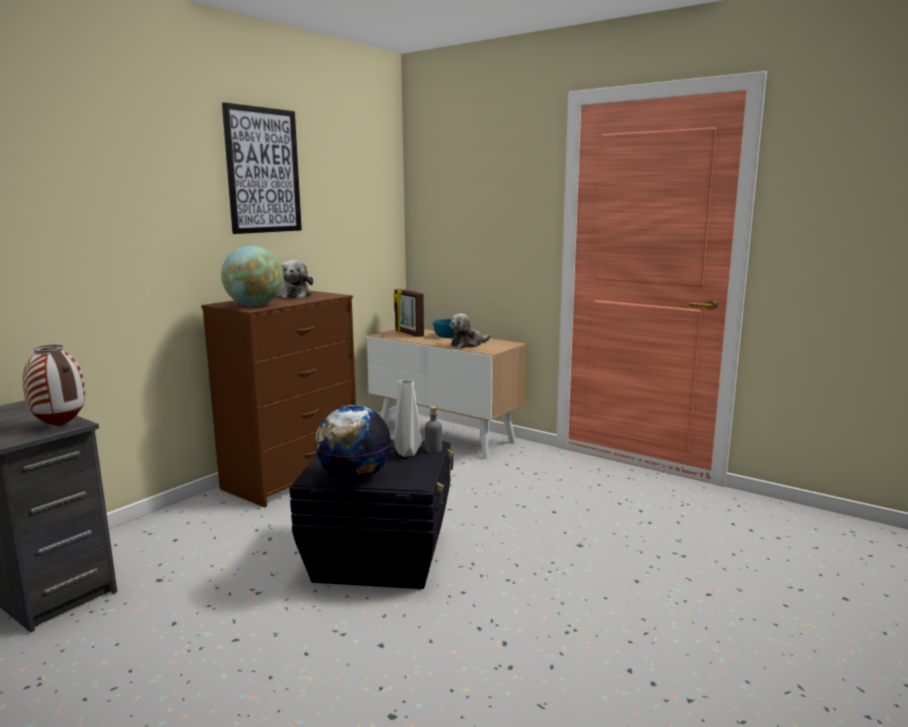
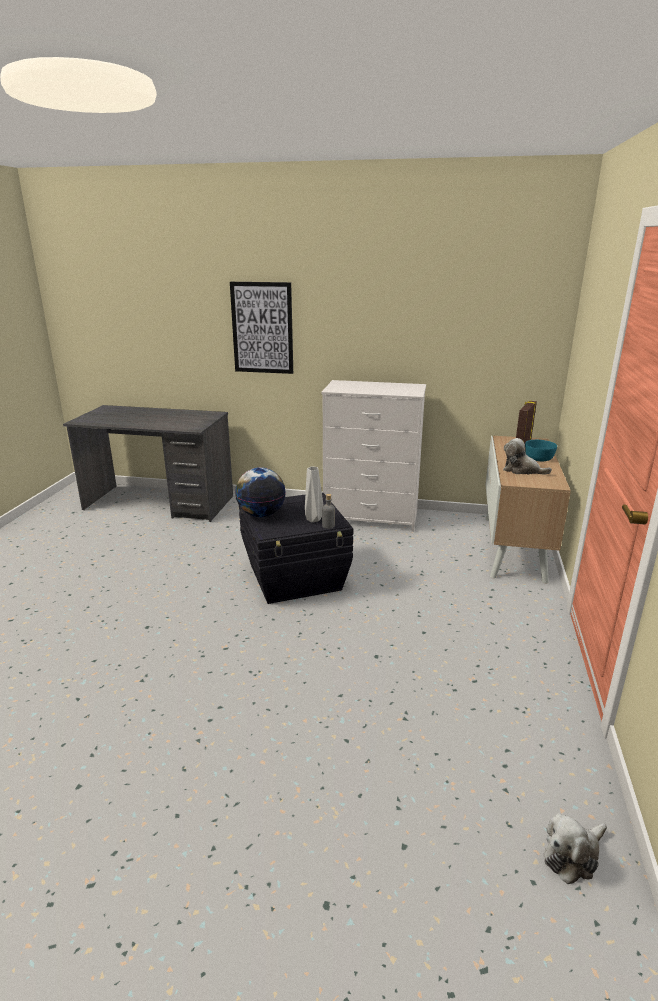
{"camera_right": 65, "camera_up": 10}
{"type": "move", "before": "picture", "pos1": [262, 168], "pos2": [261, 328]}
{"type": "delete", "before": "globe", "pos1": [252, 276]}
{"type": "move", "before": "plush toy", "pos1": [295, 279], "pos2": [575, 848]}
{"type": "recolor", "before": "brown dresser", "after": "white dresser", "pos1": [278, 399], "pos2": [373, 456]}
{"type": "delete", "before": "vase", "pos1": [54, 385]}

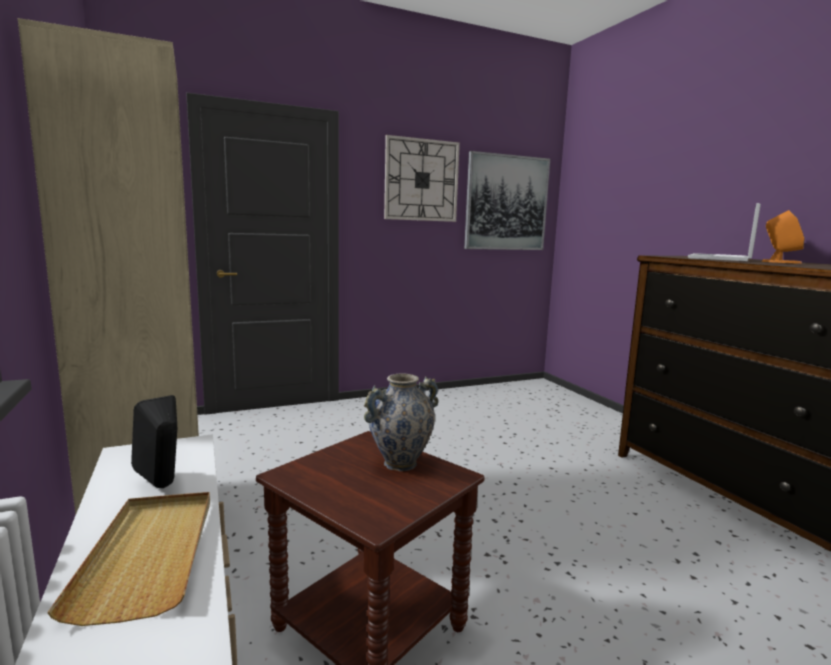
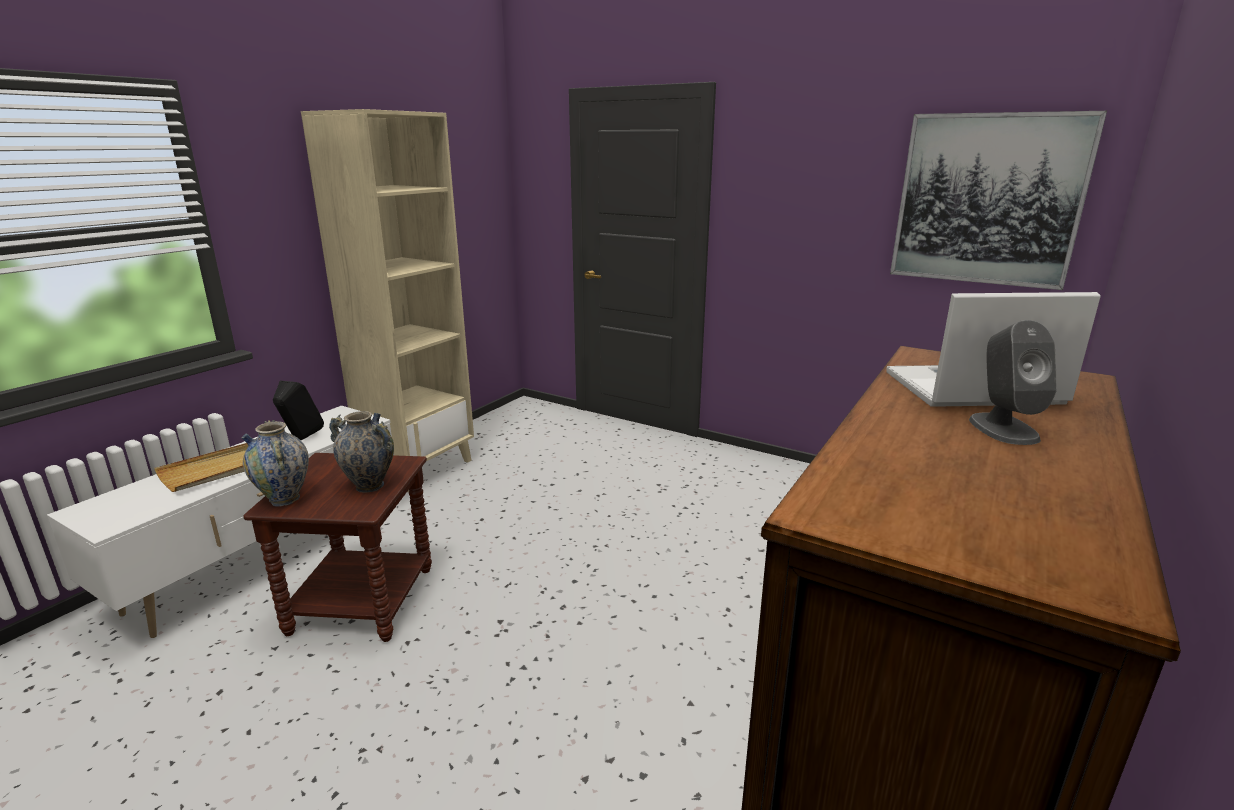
{"camera_right": 55, "camera_up": 10}
{"type": "delete", "before": "wall clock", "pos1": [422, 178]}
{"type": "recolor", "before": "orange speaker", "after": "grey speaker", "pos1": [783, 237], "pos2": [1013, 382]}
{"type": "insert", "after": "vase", "pos2": [275, 463]}

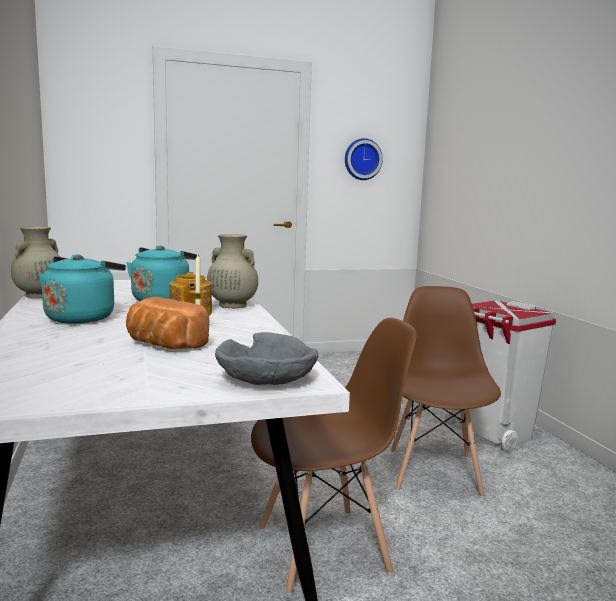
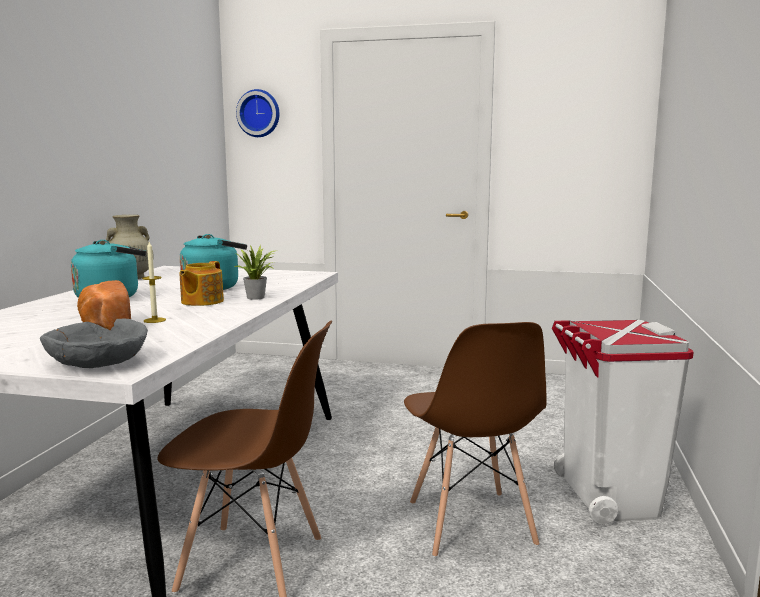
{"camera_right": 30, "camera_up": 0}
{"type": "move", "before": "wall clock", "pos1": [364, 159], "pos2": [257, 113]}
{"type": "replace", "before": "beige vase", "after": "potted plant", "pos1": [232, 271], "pos2": [255, 272]}
{"type": "rotate", "before": "brown chair", "pos1": [445, 391], "pos2": [475, 440], "turn": 135}

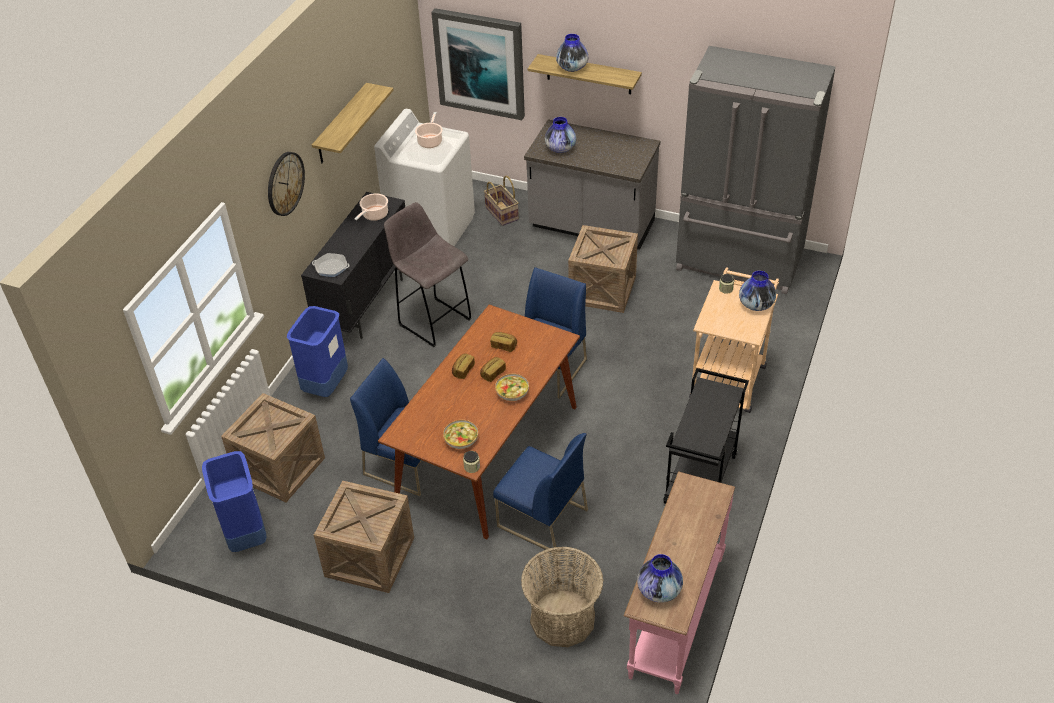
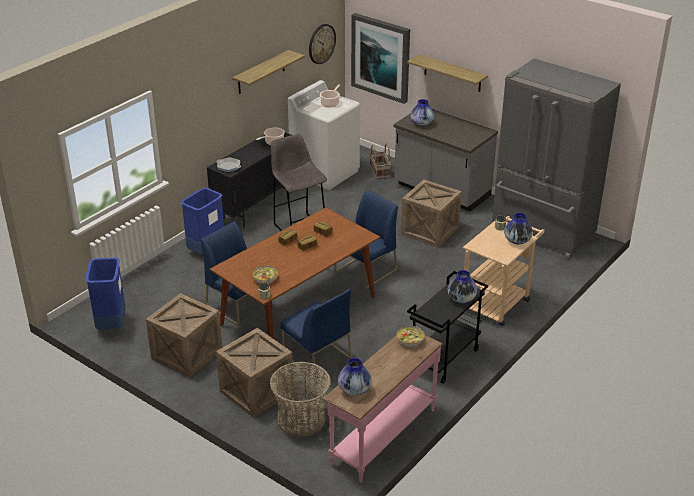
{"camera_right": 15, "camera_up": -10}
{"type": "move", "before": "vase", "pos1": [572, 53], "pos2": [462, 286]}
{"type": "move", "before": "wall clock", "pos1": [286, 184], "pos2": [322, 44]}
{"type": "move", "before": "bowl", "pos1": [512, 387], "pos2": [410, 336]}
{"type": "move", "before": "crate", "pos1": [273, 447], "pos2": [254, 373]}

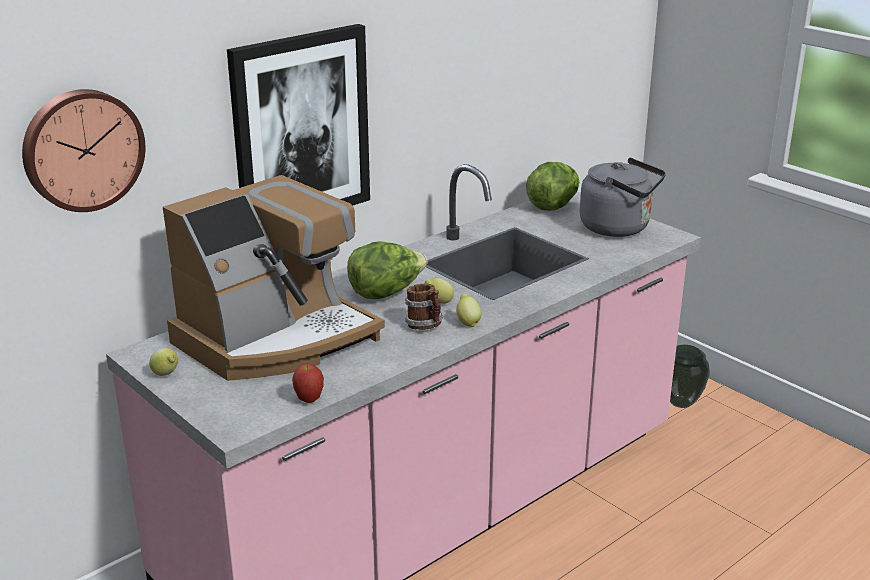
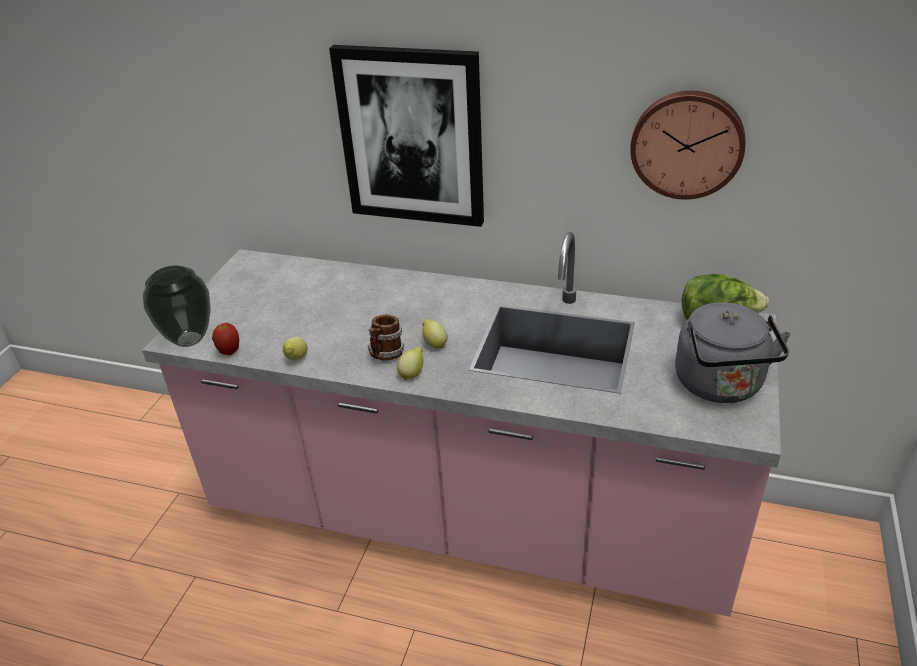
{"camera_right": 60, "camera_up": 10}
{"type": "move", "before": "wall clock", "pos1": [83, 150], "pos2": [687, 145]}
{"type": "delete", "before": "coffee machine", "pos1": [274, 278]}
{"type": "delete", "before": "lettuce", "pos1": [387, 270]}
{"type": "move", "before": "vase", "pos1": [690, 376], "pos2": [177, 306]}
{"type": "move", "before": "lemon", "pos1": [163, 362], "pos2": [295, 348]}

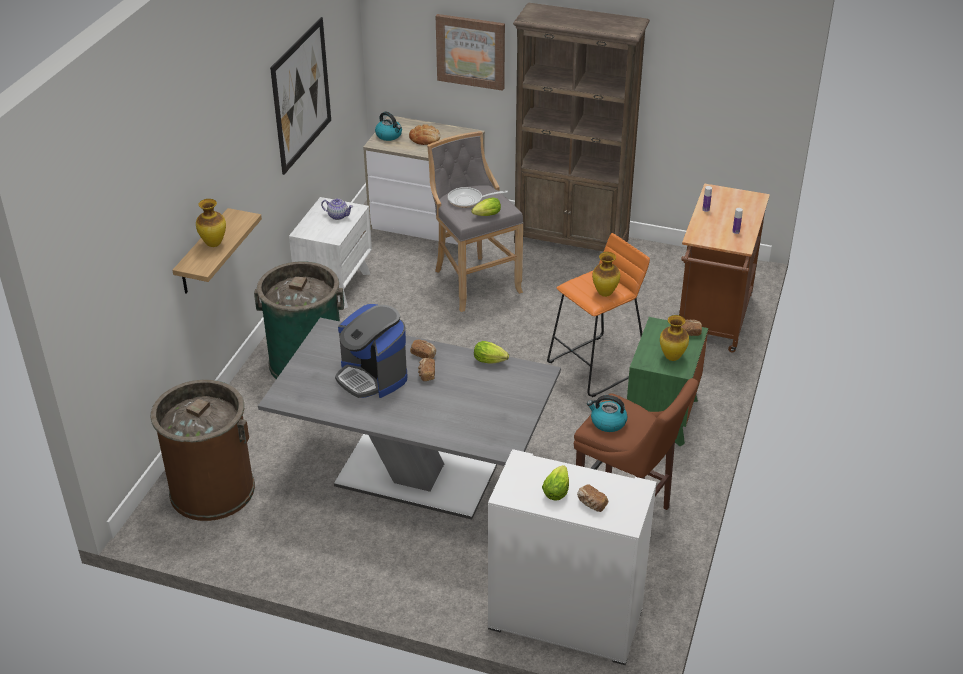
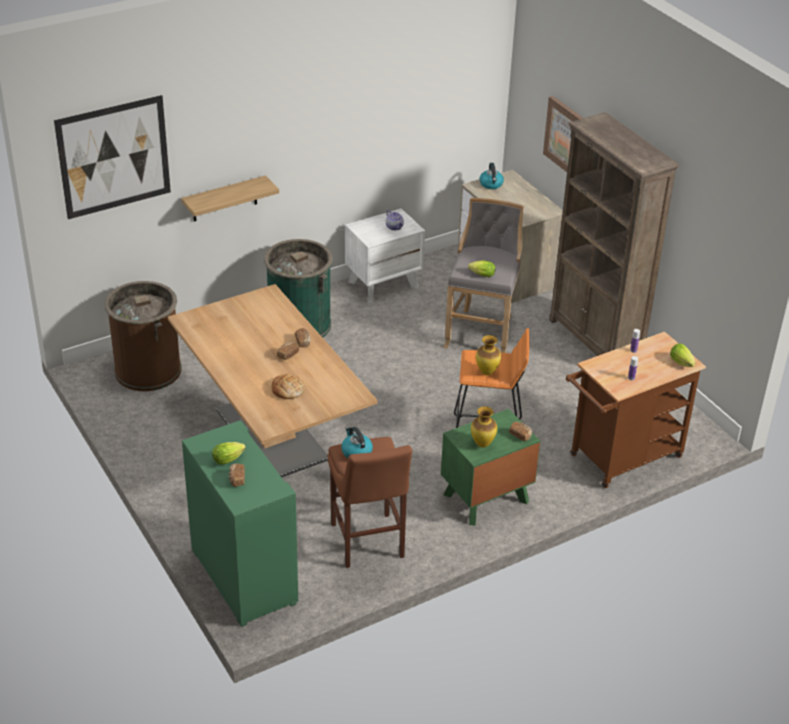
{"camera_right": 40, "camera_up": 0}
{"type": "move", "before": "picture", "pos1": [300, 96], "pos2": [112, 157]}
{"type": "move", "before": "bread", "pos1": [424, 134], "pos2": [288, 386]}
{"type": "delete", "before": "frying pan", "pos1": [478, 197]}
{"type": "delete", "before": "vase", "pos1": [211, 223]}
{"type": "delete", "before": "coffee machine", "pos1": [371, 351]}
{"type": "recolor", "before": "grey dining table", "after": "brown dining table", "pos1": [409, 419], "pos2": [273, 380]}
{"type": "move", "before": "lettuce", "pos1": [491, 352], "pos2": [682, 355]}
{"type": "recolor", "before": "white cabinet", "after": "green cabinet", "pos1": [572, 557], "pos2": [240, 524]}

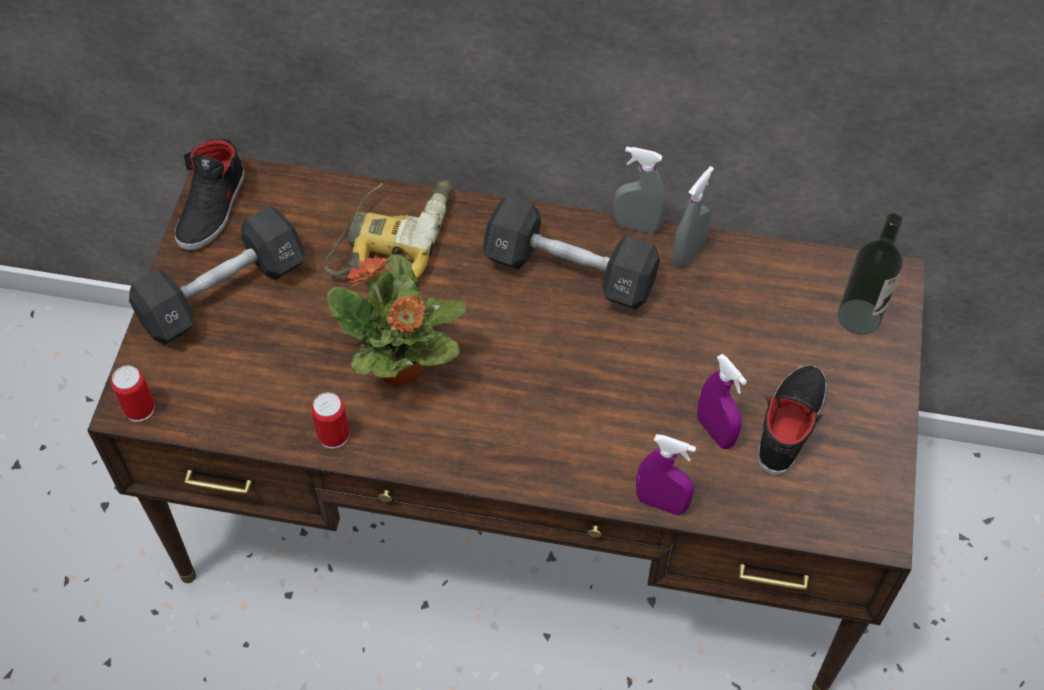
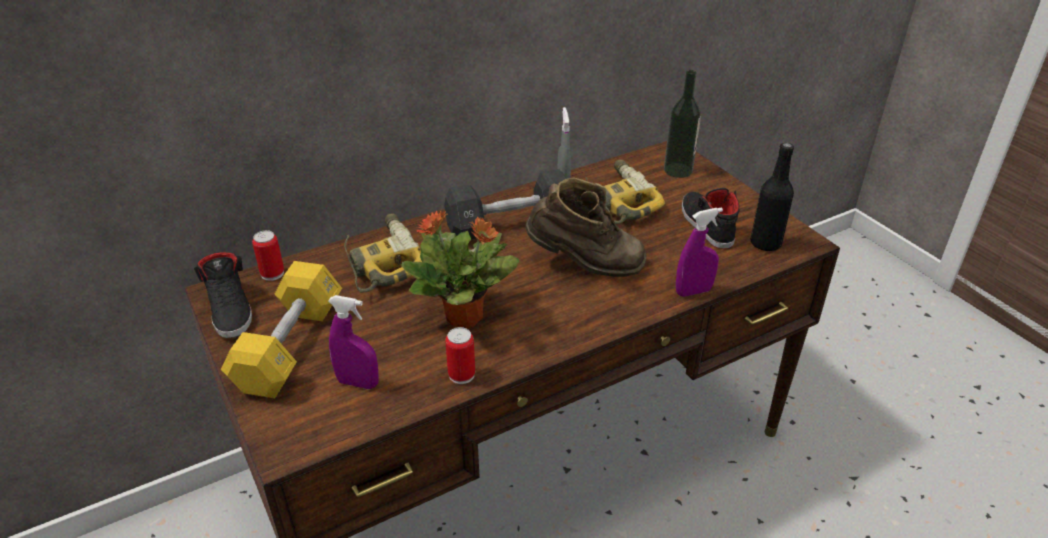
{"camera_right": -40, "camera_up": -20}
{"type": "delete", "before": "grey spray bottle", "pos1": [639, 190]}
{"type": "recolor", "before": "black dumbbell", "after": "yellow dumbbell", "pos1": [216, 275], "pos2": [281, 329]}
{"type": "move", "before": "purple spray bottle", "pos1": [722, 401], "pos2": [353, 342]}
{"type": "move", "before": "can", "pos1": [133, 394], "pos2": [268, 255]}
{"type": "insert", "after": "black bottle", "pos2": [772, 197]}
{"type": "insert", "after": "power drill", "pos2": [625, 191]}
{"type": "insert", "after": "brown boot", "pos2": [586, 227]}

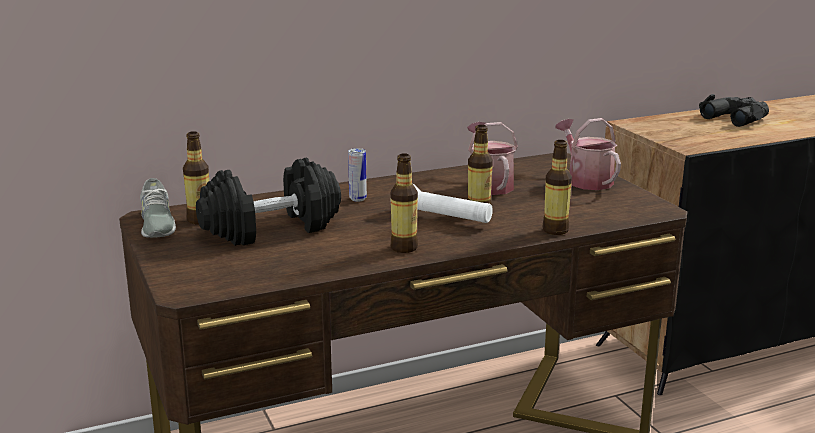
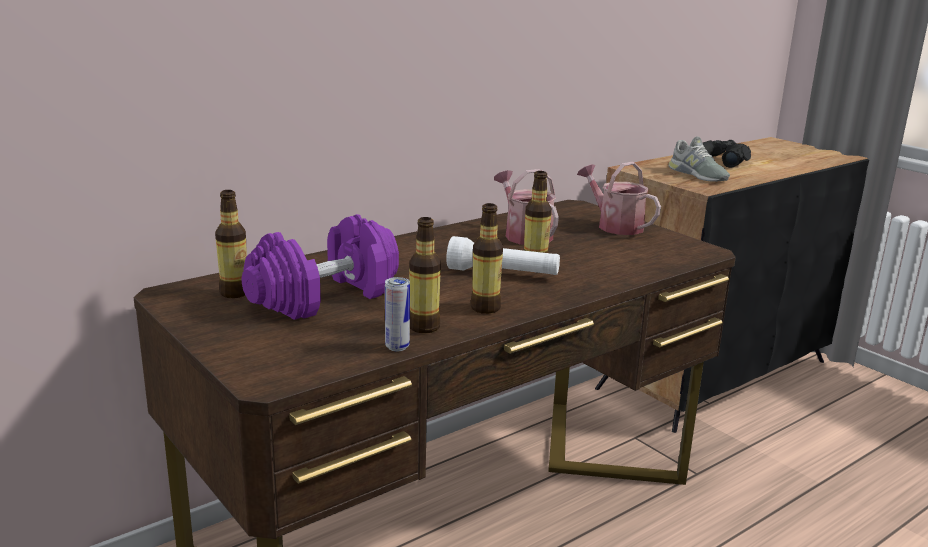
{"camera_right": -15, "camera_up": 0}
{"type": "move", "before": "bottle", "pos1": [557, 187], "pos2": [425, 275]}
{"type": "move", "before": "can", "pos1": [357, 175], "pos2": [397, 314]}
{"type": "recolor", "before": "black dumbbell", "after": "purple dumbbell", "pos1": [268, 201], "pos2": [320, 267]}
{"type": "move", "before": "grey shoe", "pos1": [158, 208], "pos2": [699, 159]}

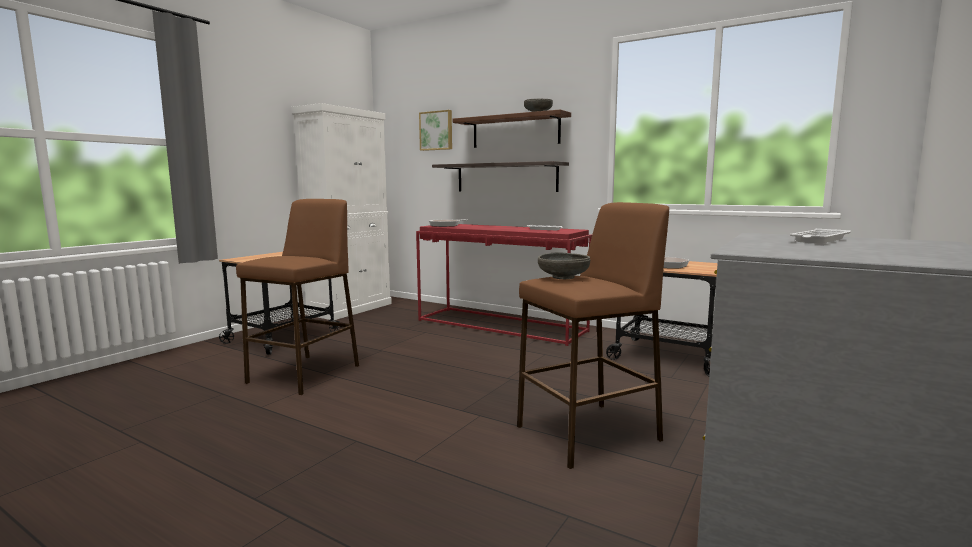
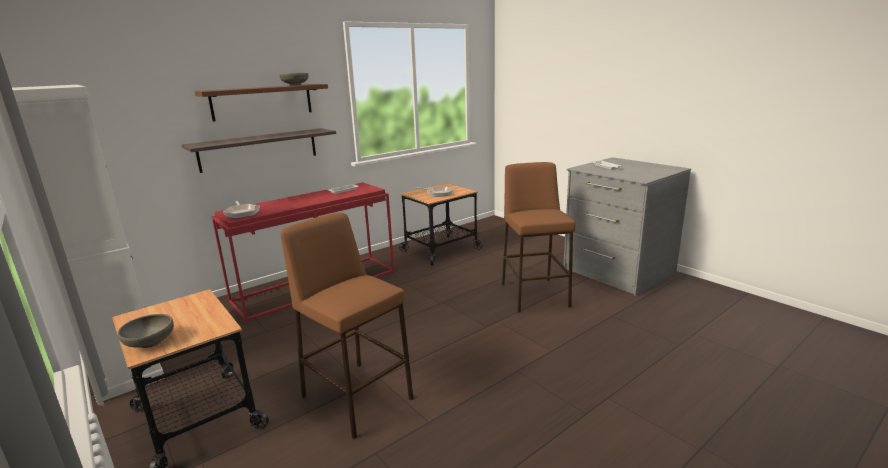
{"camera_right": -70, "camera_up": 10}
{"type": "delete", "before": "picture", "pos1": [435, 130]}
{"type": "move", "before": "grey bowl", "pos1": [564, 266], "pos2": [146, 331]}

